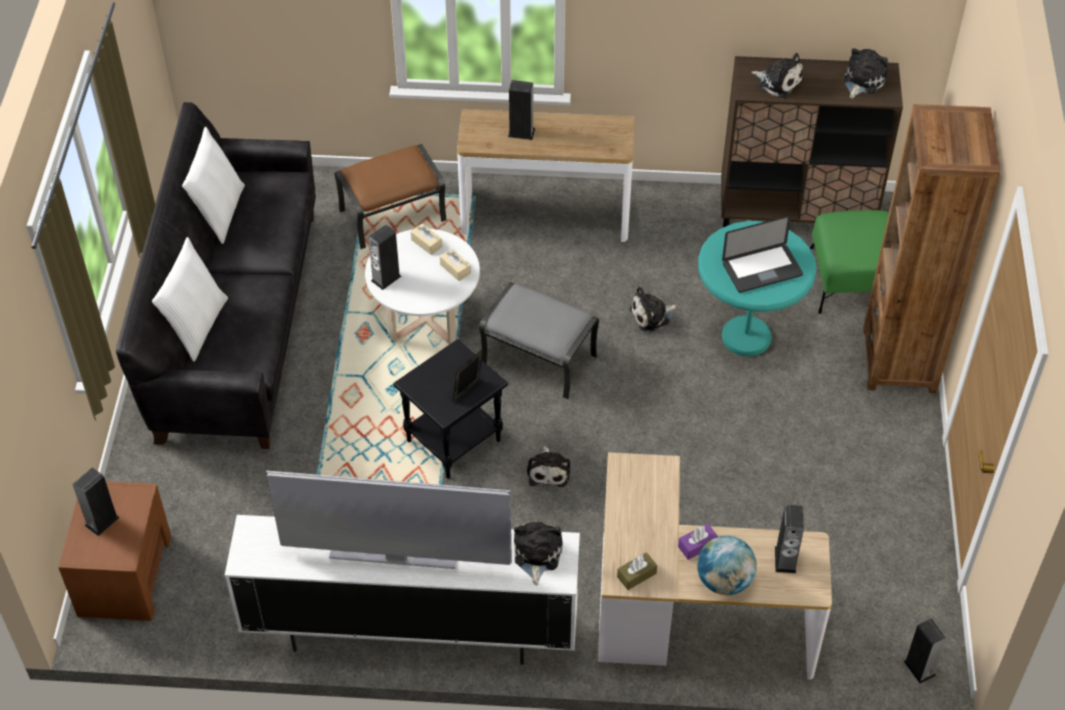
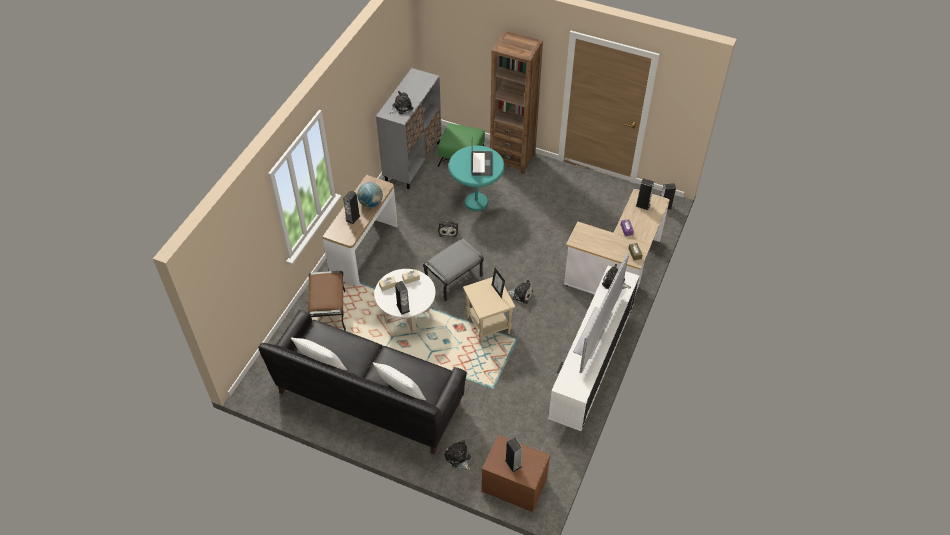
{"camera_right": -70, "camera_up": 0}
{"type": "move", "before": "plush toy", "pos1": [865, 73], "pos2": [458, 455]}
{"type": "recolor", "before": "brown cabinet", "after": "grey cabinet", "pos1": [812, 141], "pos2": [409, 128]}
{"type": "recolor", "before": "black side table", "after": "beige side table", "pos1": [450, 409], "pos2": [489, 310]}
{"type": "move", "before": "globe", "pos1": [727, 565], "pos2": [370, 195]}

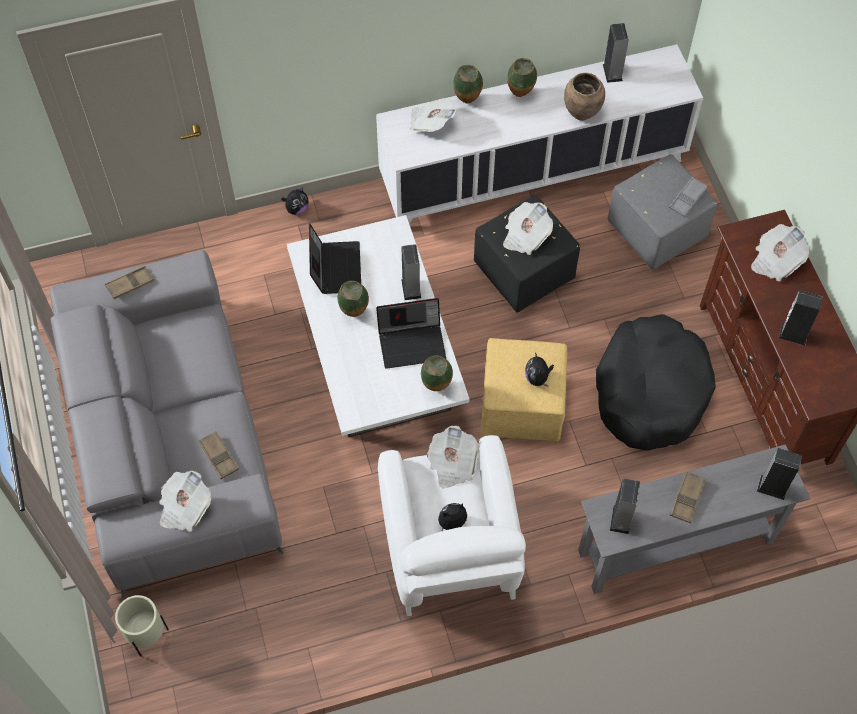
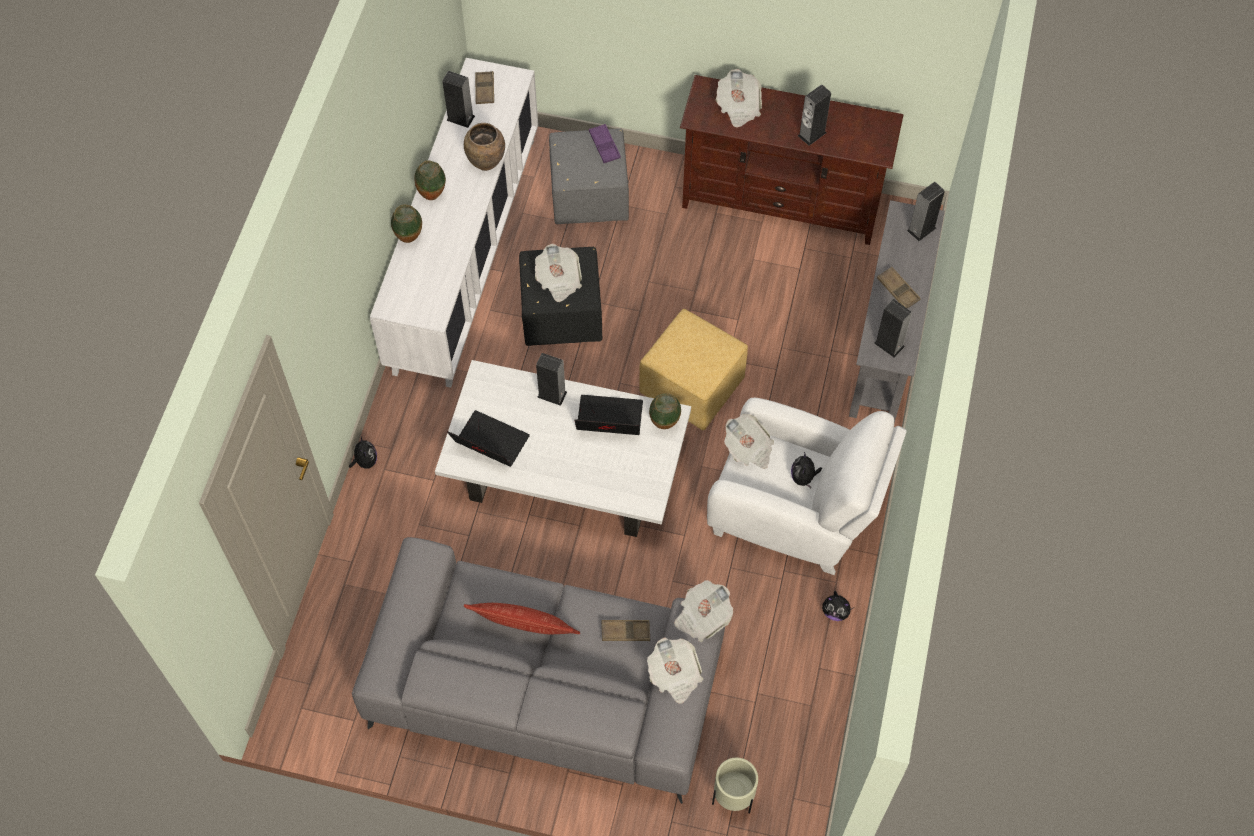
{"camera_right": -60, "camera_up": 0}
{"type": "move", "before": "newspaper", "pos1": [432, 115], "pos2": [703, 611]}
{"type": "recolor", "before": "grey tray", "after": "purple tray", "pos1": [688, 197], "pos2": [605, 143]}
{"type": "move", "before": "brown tray", "pos1": [129, 282], "pos2": [484, 87]}
{"type": "delete", "before": "vase", "pos1": [353, 299]}
{"type": "rotate", "before": "laptop", "pos1": [411, 333], "pos2": [608, 415], "turn": -105}
{"type": "delete", "before": "black dog bed", "pos1": [656, 382]}
{"type": "move", "before": "plush toy", "pos1": [539, 370], "pos2": [837, 606]}
{"type": "insert", "after": "pillow", "pos2": [522, 618]}

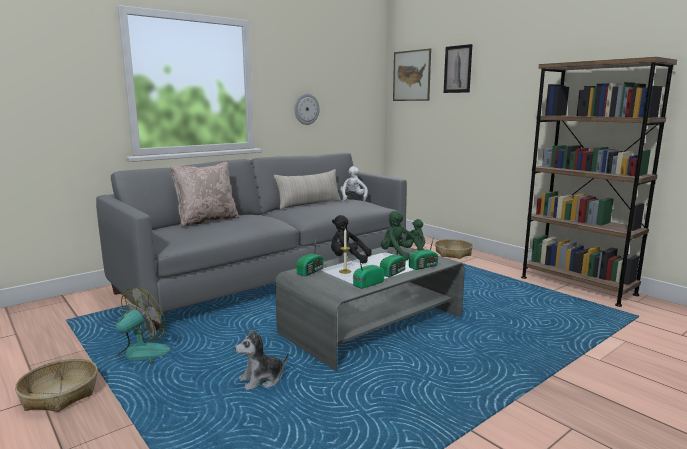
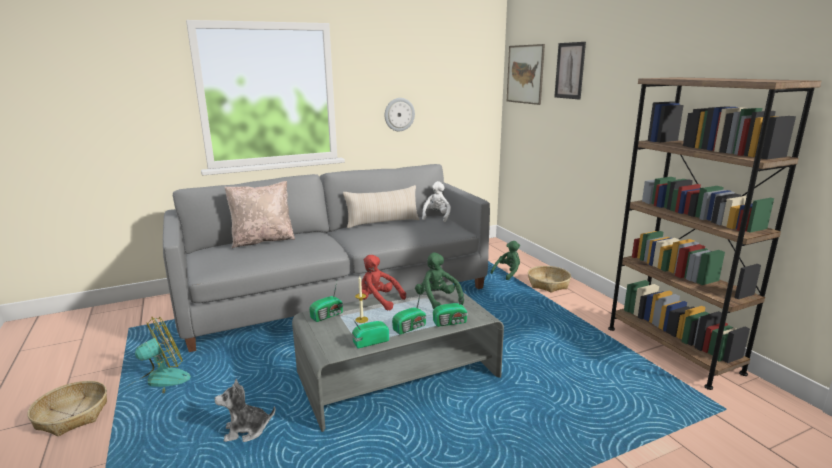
{"camera_right": 15, "camera_up": 5}
{"type": "recolor", "before": "black plush toy", "after": "red plush toy", "pos1": [351, 239], "pos2": [383, 282]}

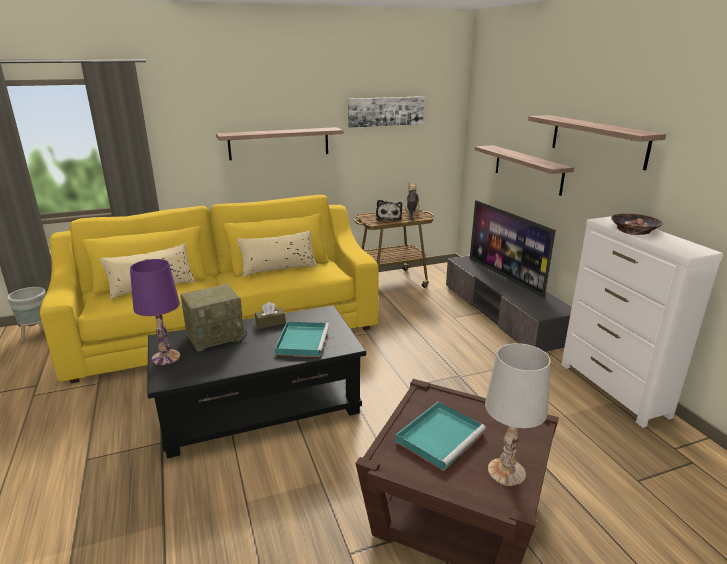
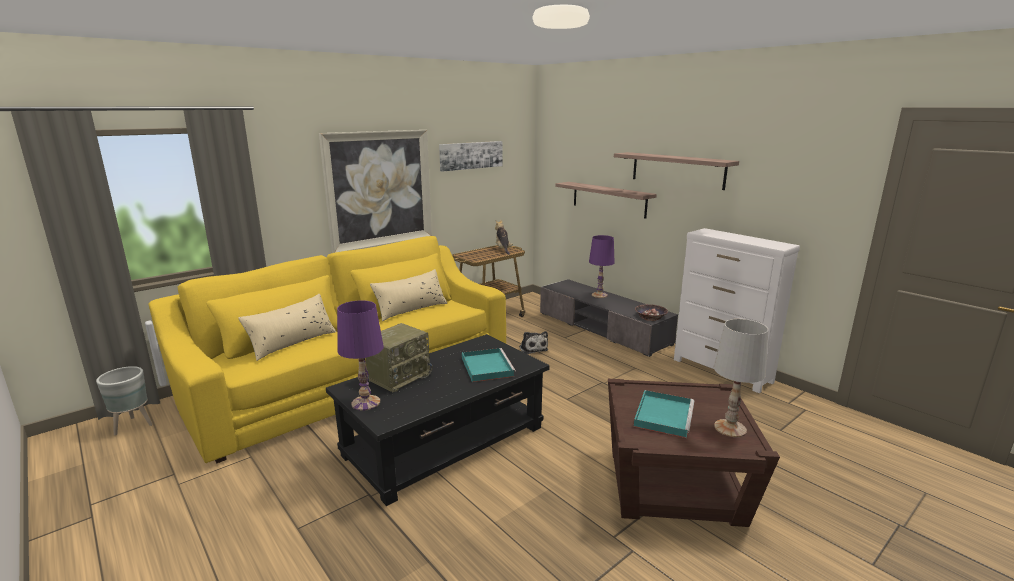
{"camera_right": -20, "camera_up": -5}
{"type": "replace", "before": "shelf", "after": "picture", "pos1": [279, 144], "pos2": [375, 191]}
{"type": "move", "before": "plush toy", "pos1": [389, 210], "pos2": [533, 342]}
{"type": "replace", "before": "television", "after": "purple table lamp", "pos1": [513, 249], "pos2": [602, 266]}
{"type": "move", "before": "bowl", "pos1": [637, 224], "pos2": [651, 312]}
{"type": "delete", "before": "brown tissue box", "pos1": [270, 315]}

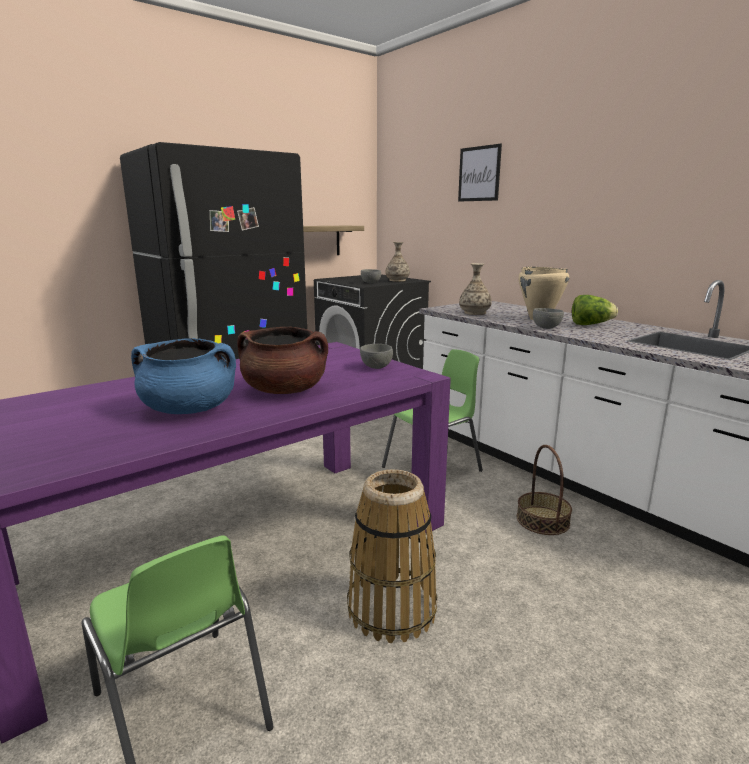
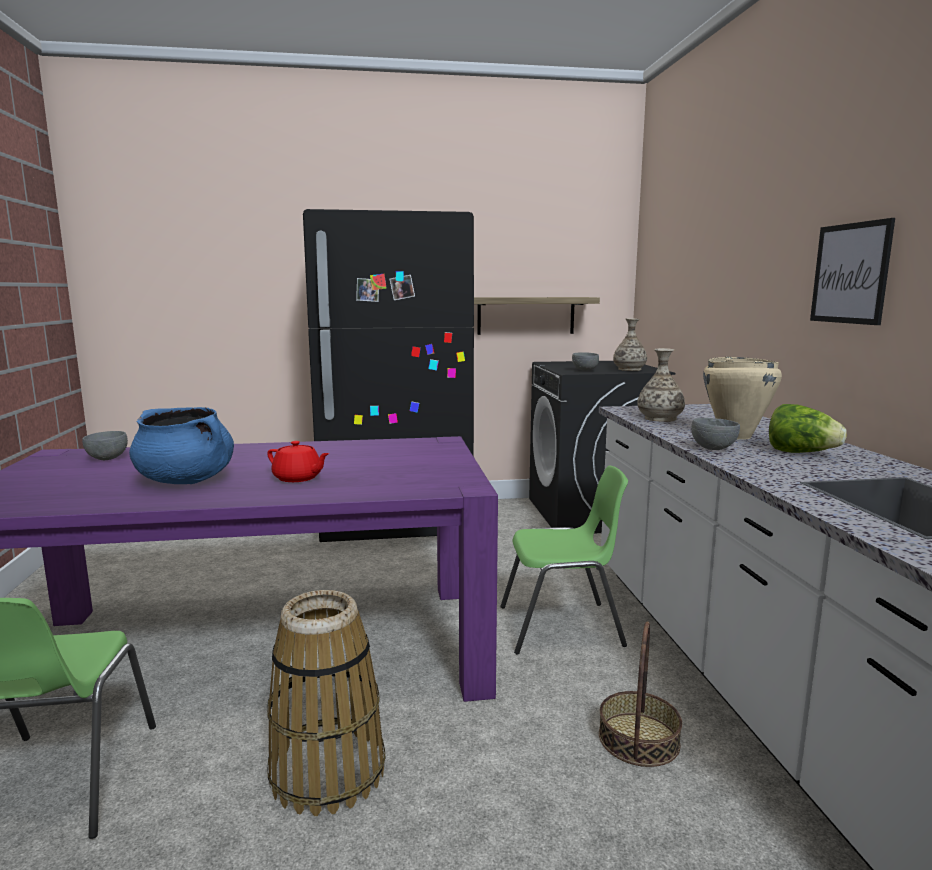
{"camera_right": 30, "camera_up": -5}
{"type": "move", "before": "picture", "pos1": [480, 173], "pos2": [852, 271]}
{"type": "replace", "before": "brown cooking pot", "after": "red teapot", "pos1": [282, 360], "pos2": [298, 461]}
{"type": "move", "before": "grey bowl", "pos1": [376, 356], "pos2": [105, 445]}

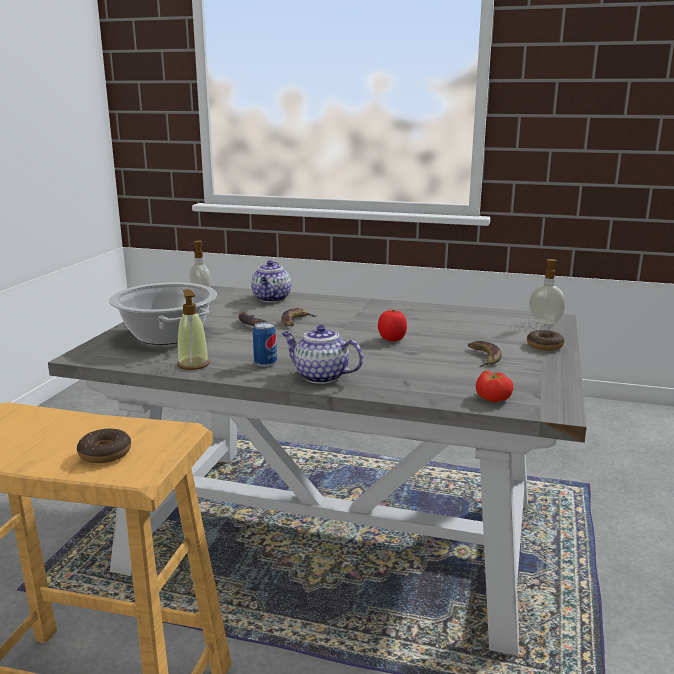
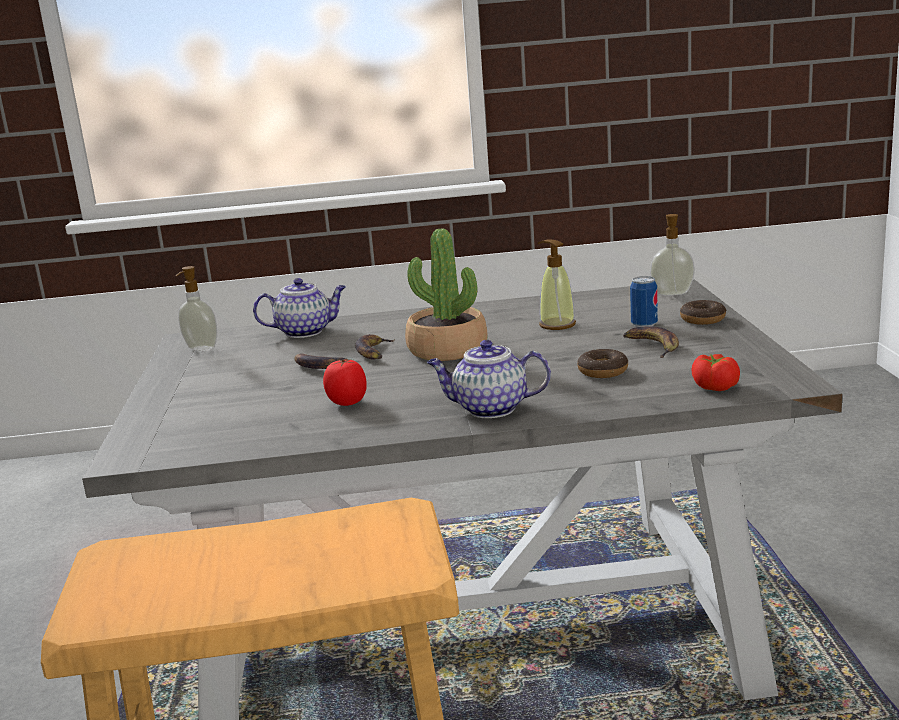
{"camera_right": -20, "camera_up": 0}
{"type": "rotate", "before": "teapot", "pos1": [271, 281], "pos2": [299, 308], "turn": -90}
{"type": "delete", "before": "cooking pot", "pos1": [163, 313]}
{"type": "move", "before": "soap dispenser", "pos1": [193, 329], "pos2": [557, 285]}
{"type": "move", "before": "tomato", "pos1": [392, 325], "pos2": [345, 382]}
{"type": "move", "before": "can", "pos1": [265, 344], "pos2": [644, 301]}
{"type": "move", "before": "donut", "pos1": [104, 445], "pos2": [602, 363]}
{"type": "insert", "after": "potted plant", "pos2": [446, 294]}

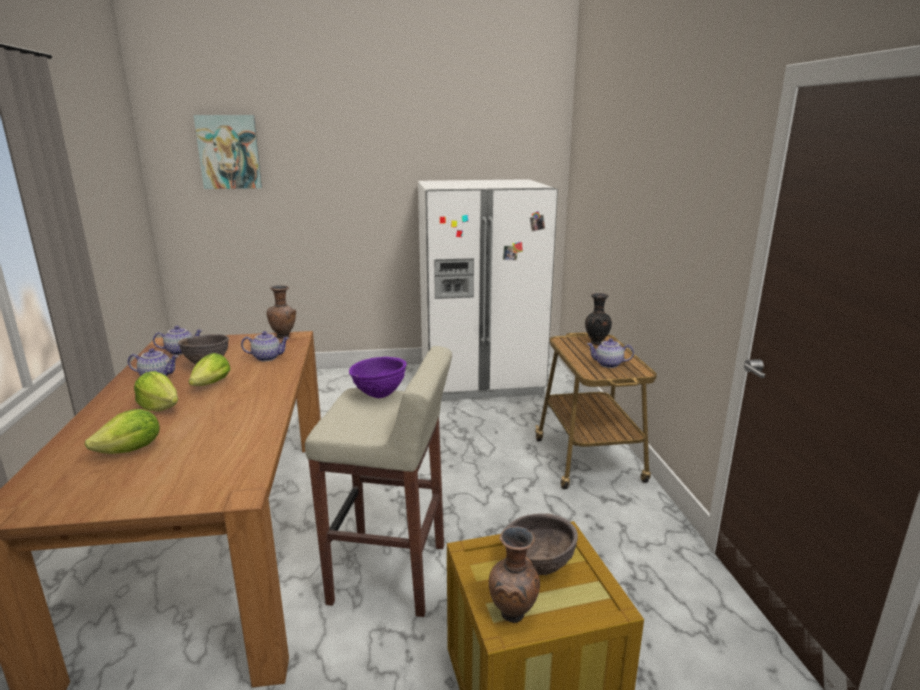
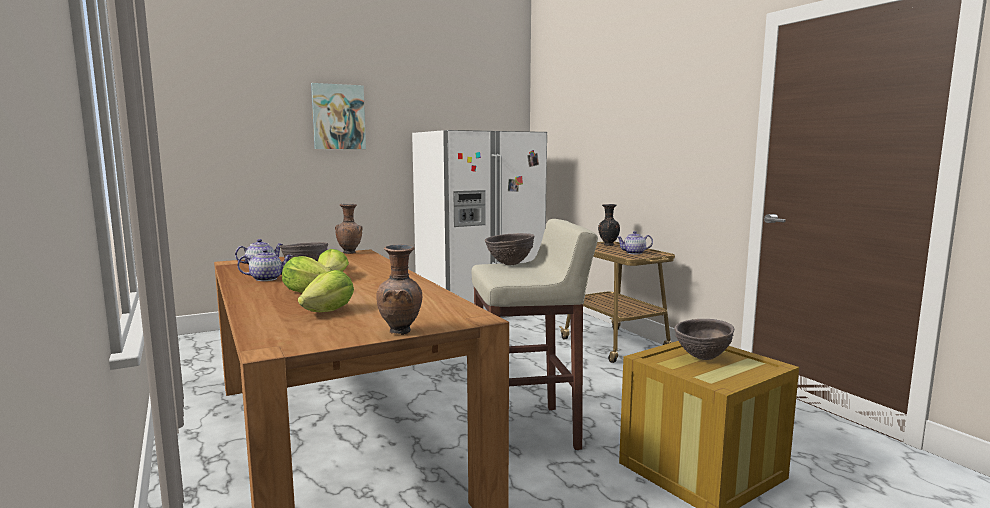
{"camera_right": -20, "camera_up": -10}
{"type": "move", "before": "picture", "pos1": [227, 152], "pos2": [338, 116]}
{"type": "delete", "before": "teapot", "pos1": [265, 346]}
{"type": "recolor", "before": "purple bowl", "after": "brown bowl", "pos1": [378, 377], "pos2": [510, 249]}
{"type": "move", "before": "brown vase", "pos1": [514, 574], "pos2": [399, 289]}

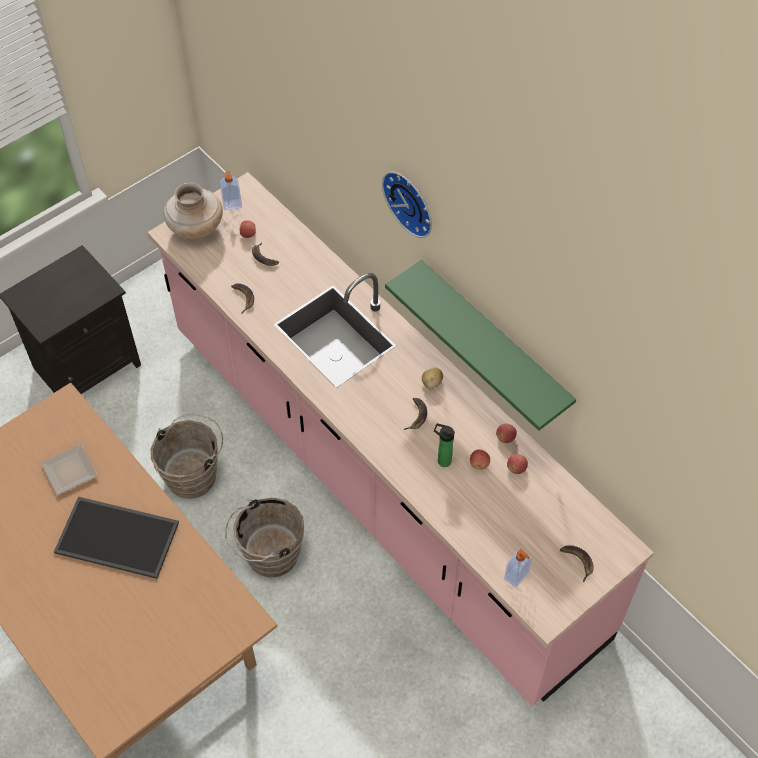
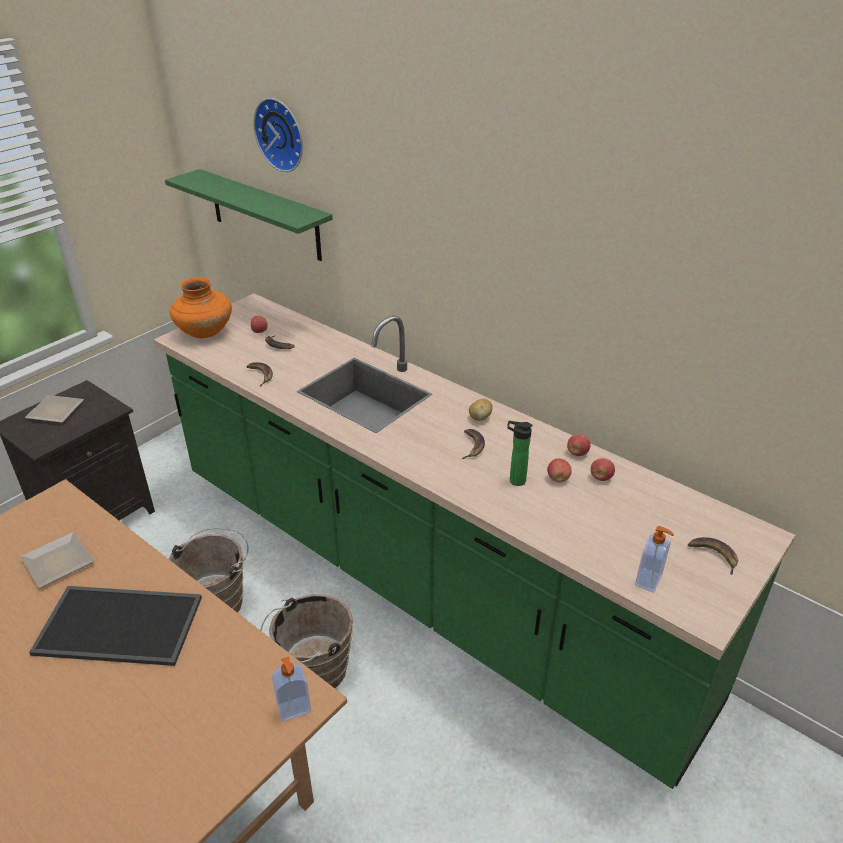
{"camera_right": -10, "camera_up": -20}
{"type": "move", "before": "soap dispenser", "pos1": [231, 190], "pos2": [291, 689]}
{"type": "move", "before": "wall clock", "pos1": [407, 204], "pos2": [278, 135]}
{"type": "recolor", "before": "pink counter", "after": "green counter", "pos1": [400, 439], "pos2": [474, 541]}
{"type": "recolor", "before": "beige vase", "after": "orange vase", "pos1": [193, 211], "pos2": [201, 307]}
{"type": "move", "before": "green shelf", "pos1": [480, 345], "pos2": [249, 215]}
{"type": "insert", "after": "plate", "pos2": [54, 409]}

